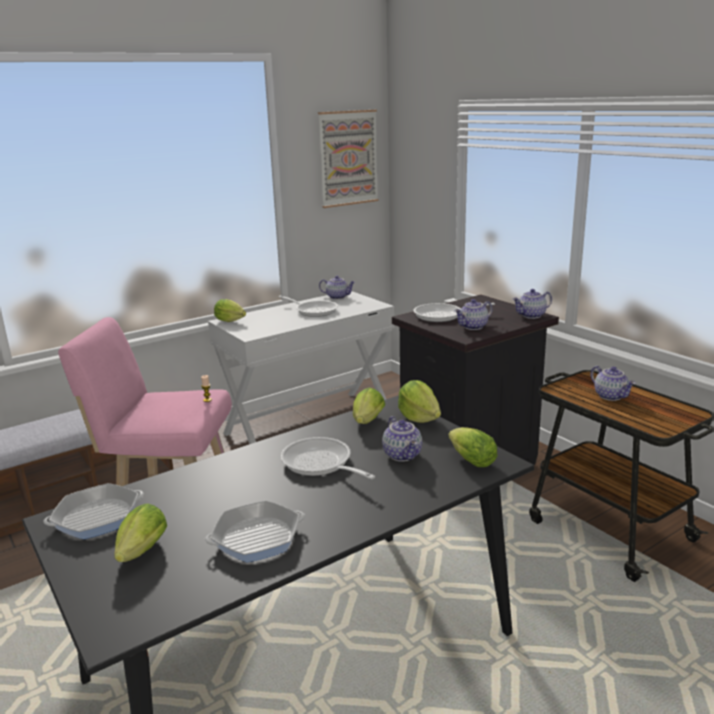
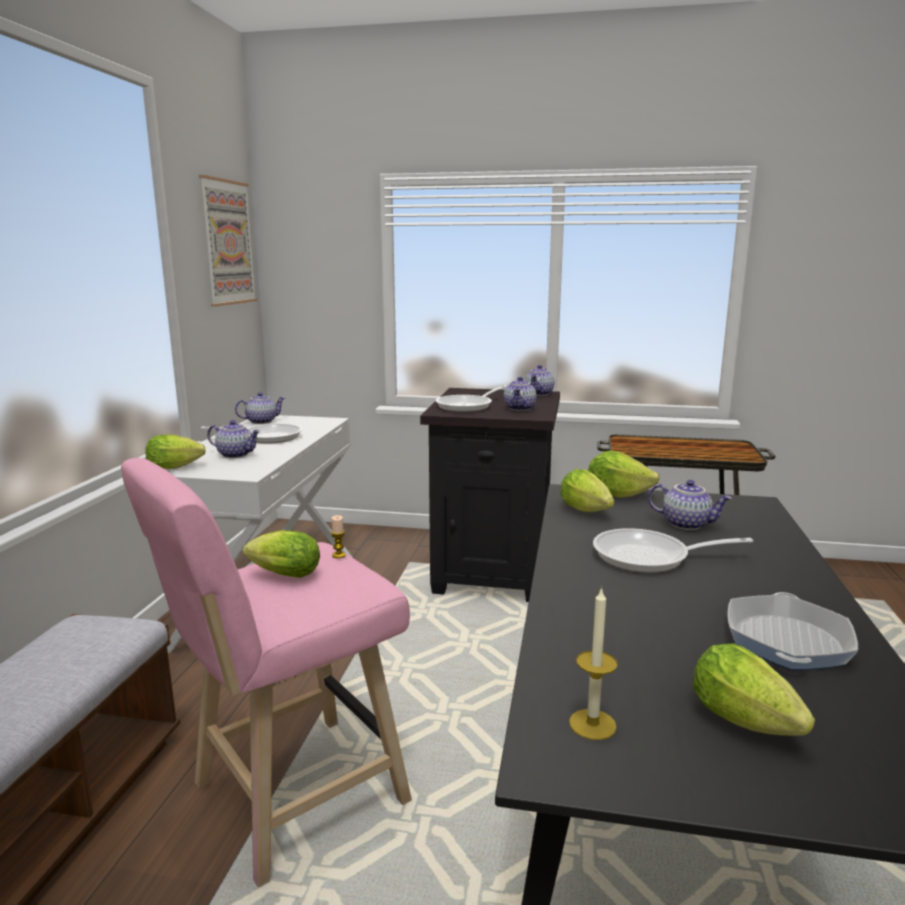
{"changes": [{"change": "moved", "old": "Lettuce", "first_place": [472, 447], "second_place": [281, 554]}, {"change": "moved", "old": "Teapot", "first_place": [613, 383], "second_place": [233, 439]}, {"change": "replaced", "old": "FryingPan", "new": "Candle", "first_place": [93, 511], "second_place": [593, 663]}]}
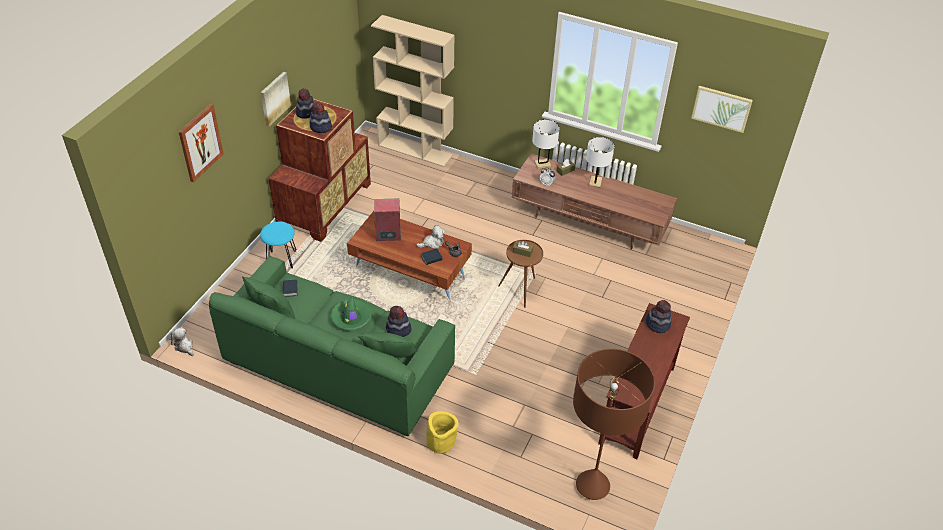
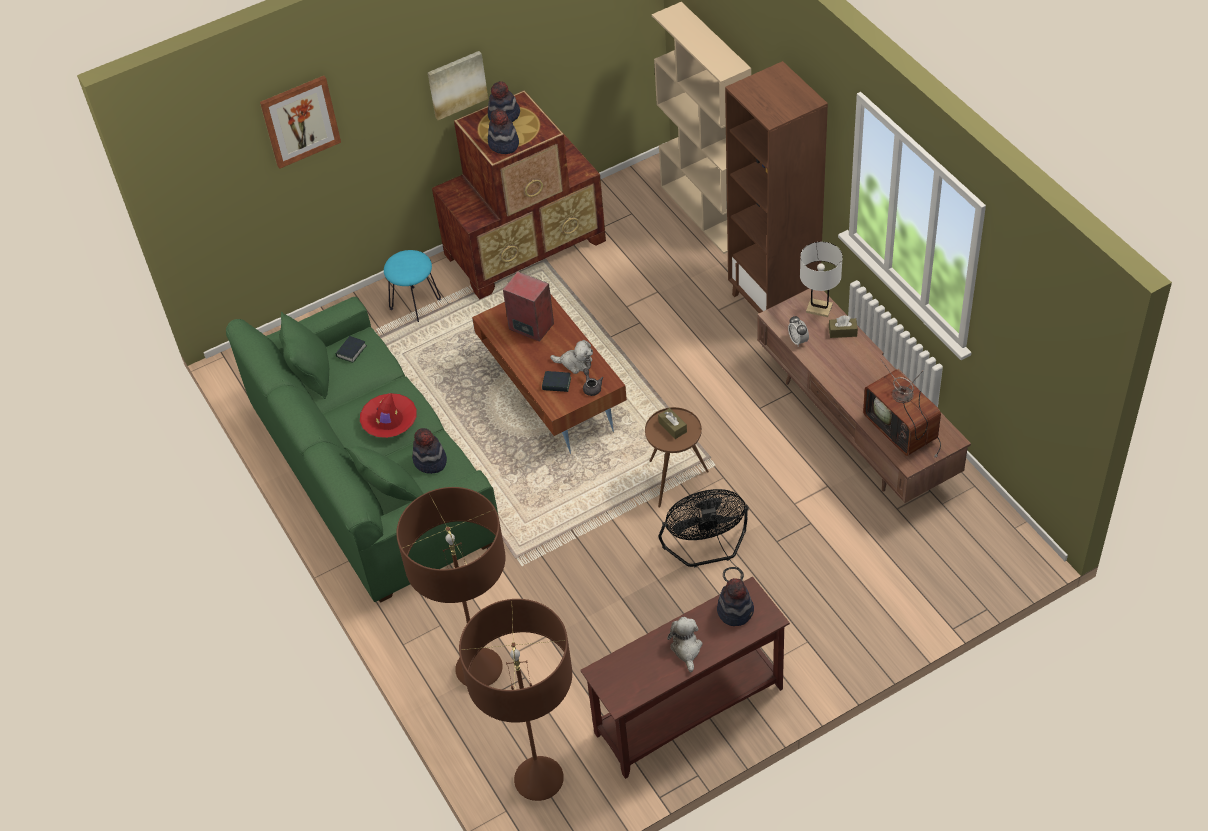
{"changes": [{"change": "removed", "old": "YellowPlanter", "first_place": [442, 432]}, {"change": "removed", "old": "WhiteTableLamp", "first_place": [600, 162]}, {"change": "removed", "old": "Picture", "first_place": [722, 109]}, {"change": "added", "new": "BrownFloorLamp", "second_place": [451, 586]}, {"change": "added", "new": "BlackFan", "second_place": [704, 535]}, {"change": "added", "new": "BrownBookcase", "second_place": [776, 187]}, {"change": "added", "new": "Television", "second_place": [902, 408]}, {"change": "moved", "old": "PlushToy", "first_place": [182, 341], "second_place": [684, 644]}, {"change": "recoloured", "old": "GreenHat", "new": "RedHat", "first_place": [351, 313], "second_place": [388, 415]}]}
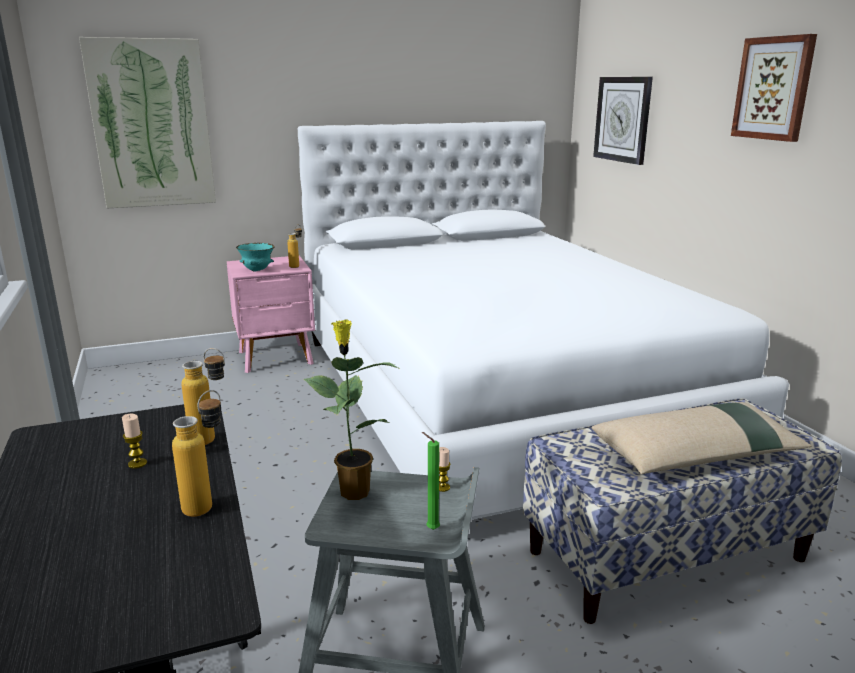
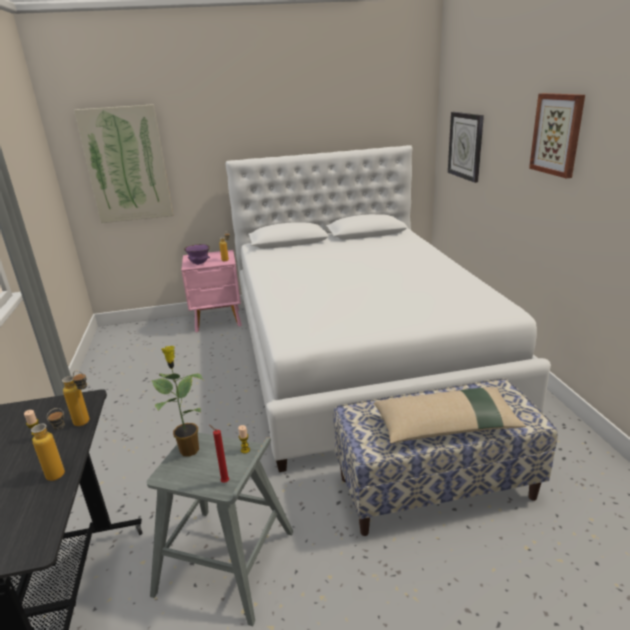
{"changes": [{"change": "recoloured", "old": "TurquoiseBowl", "new": "PurpleBowl", "first_place": [255, 257], "second_place": [197, 254]}, {"change": "recoloured", "old": "GreenCandle", "new": "RedCandle", "first_place": [431, 481], "second_place": [219, 454]}]}
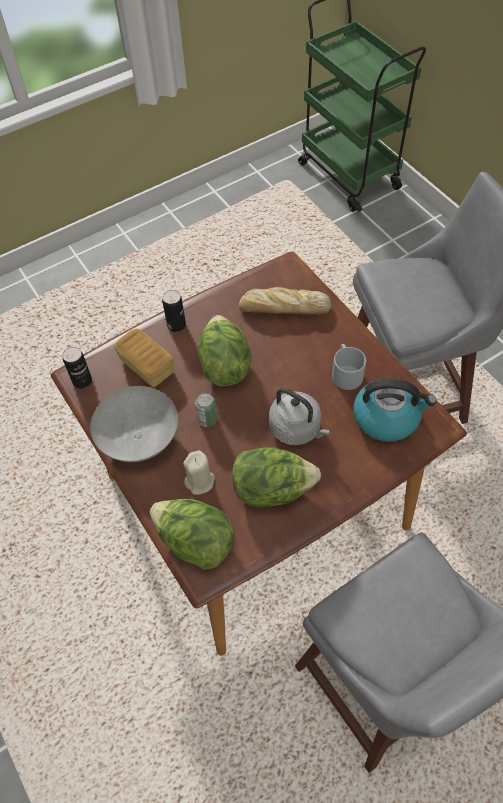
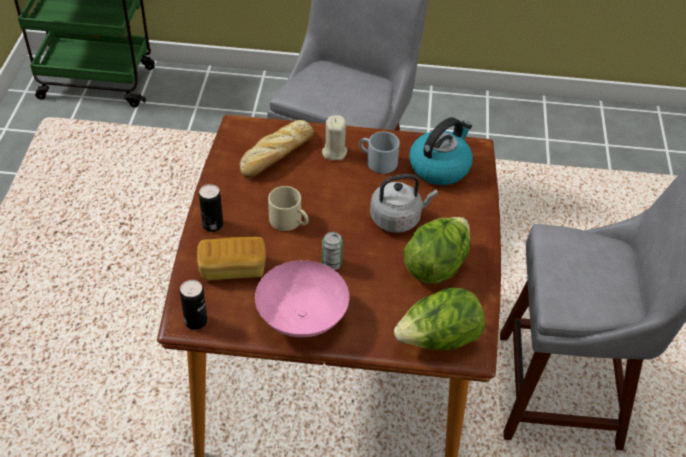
{"changes": [{"change": "moved", "old": "BeigeCandle", "first_place": [199, 472], "second_place": [334, 137]}, {"change": "replaced", "old": "Lettuce", "new": "BeigeMug", "first_place": [224, 350], "second_place": [288, 208]}, {"change": "recoloured", "old": "GreyBowl", "new": "PinkBowl", "first_place": [134, 424], "second_place": [302, 298]}]}
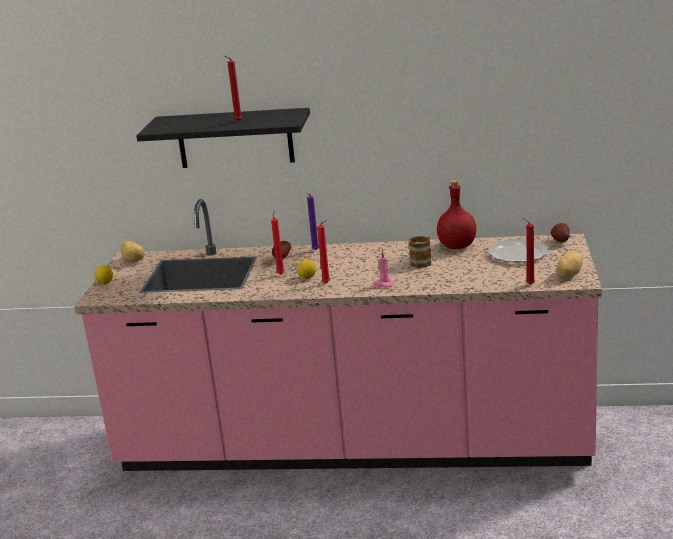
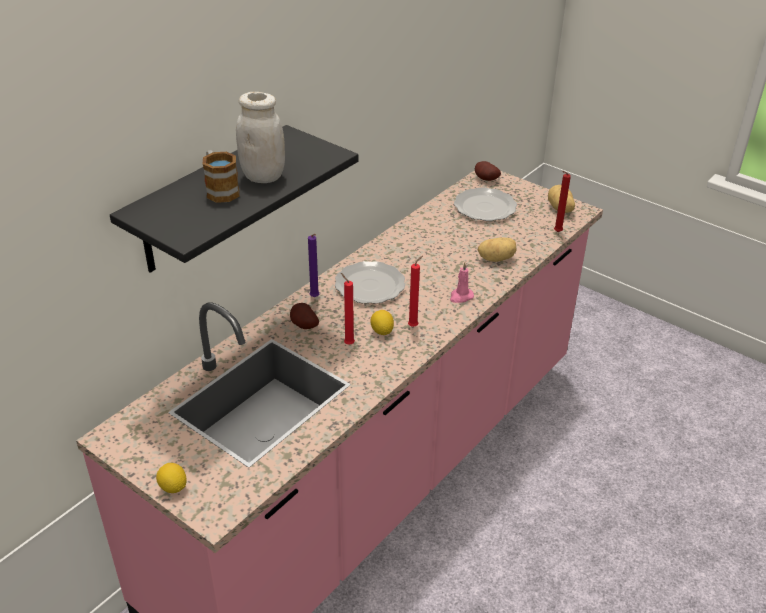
{"changes": [{"change": "removed", "old": "RedBottle", "first_place": [457, 214]}, {"change": "added", "new": "Plate", "second_place": [370, 282]}, {"change": "moved", "old": "Potato", "first_place": [133, 251], "second_place": [497, 250]}, {"change": "moved", "old": "Mug", "first_place": [420, 251], "second_place": [221, 176]}, {"change": "replaced", "old": "RedCandle", "new": "WhiteJar", "first_place": [233, 88], "second_place": [260, 137]}]}
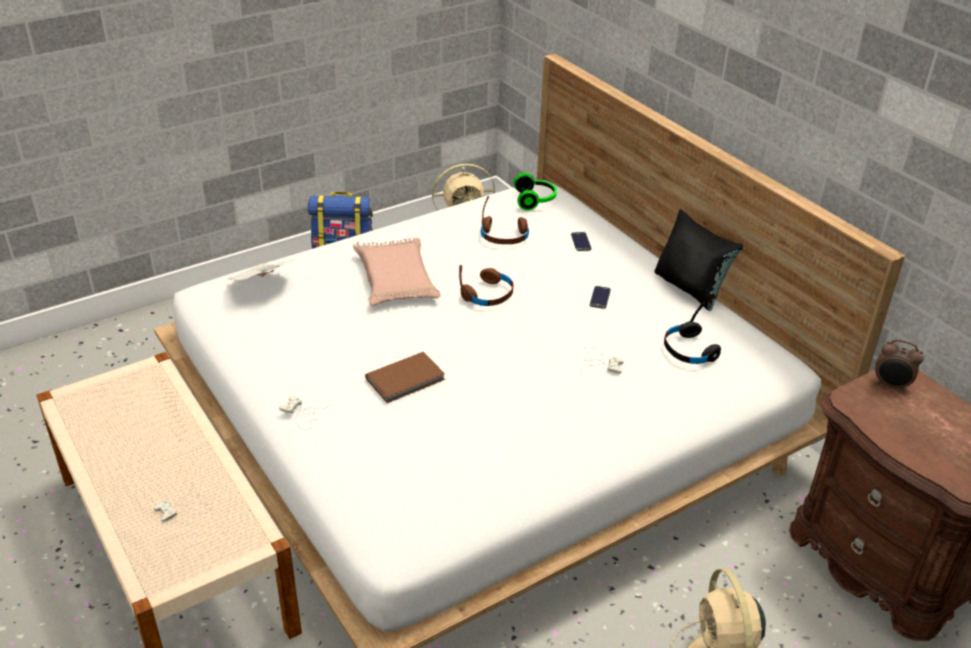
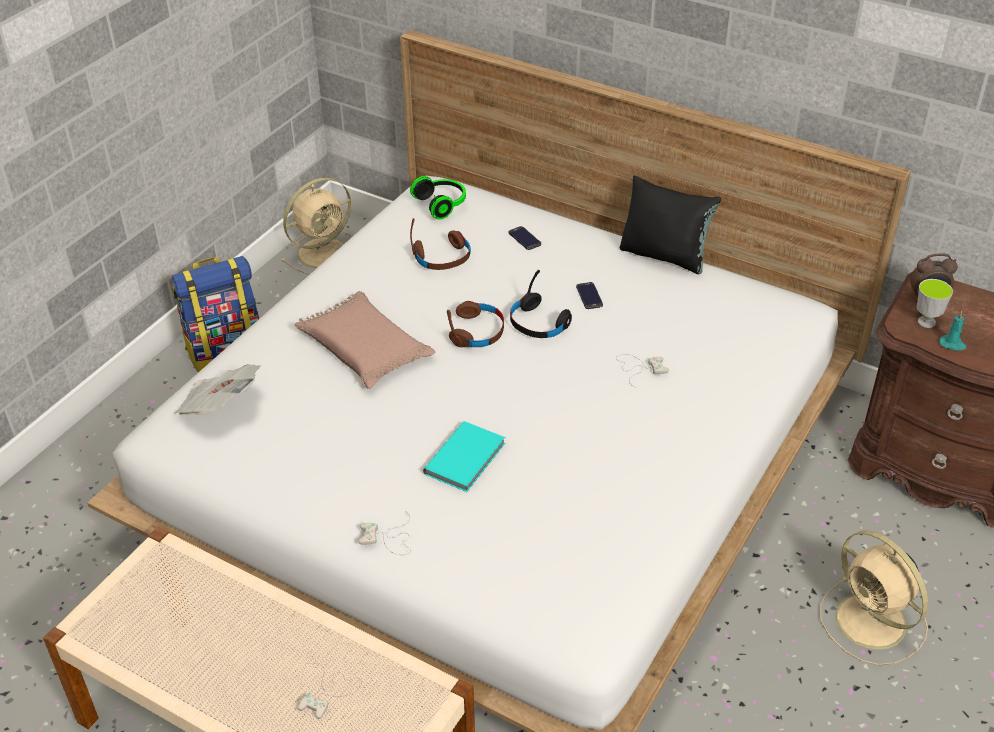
{"changes": [{"change": "added", "new": "Cup", "second_place": [935, 303]}, {"change": "added", "new": "TurquoiseCandle", "second_place": [953, 331]}, {"change": "moved", "old": "BlackHeadphones", "first_place": [692, 333], "second_place": [541, 304]}, {"change": "recoloured", "old": "BrownBook", "new": "TurquoiseBook", "first_place": [405, 377], "second_place": [464, 456]}]}
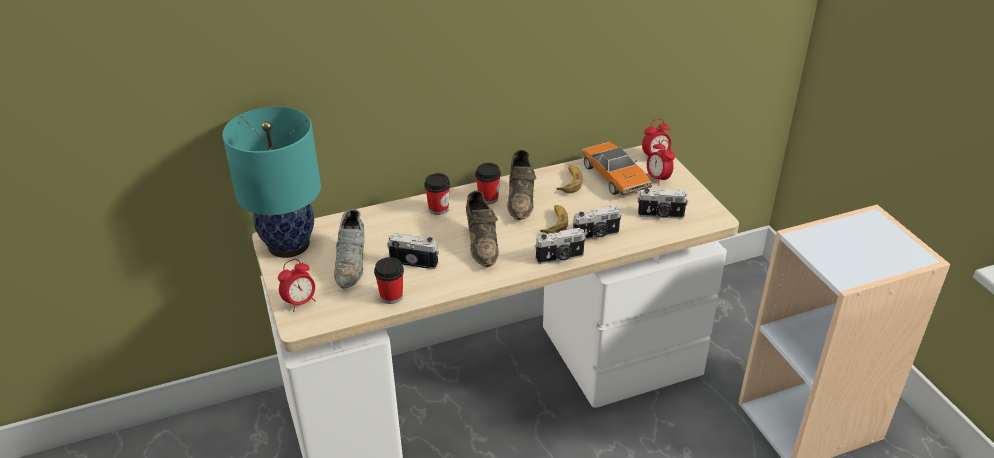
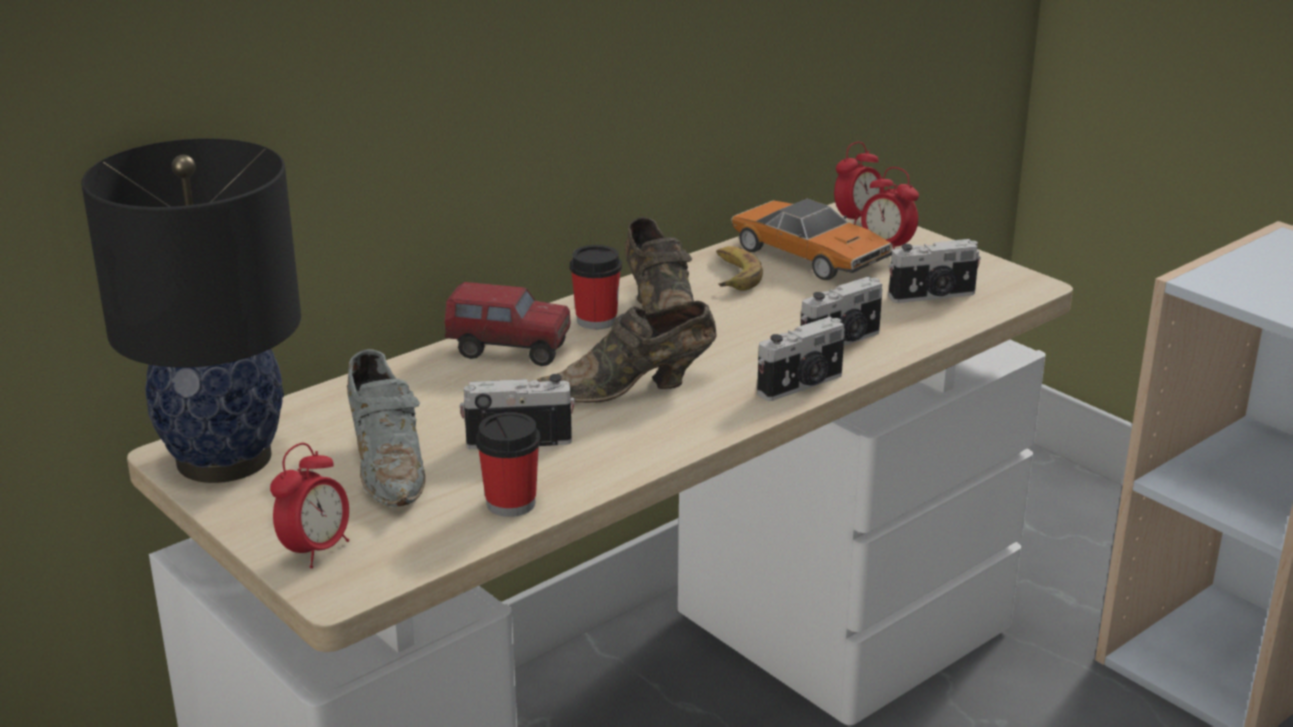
{"changes": [{"change": "removed", "old": "Banana", "first_place": [554, 219]}, {"change": "replaced", "old": "Cup", "new": "ToyTruck", "first_place": [437, 194], "second_place": [507, 324]}, {"change": "recoloured", "old": "TurquoiseTableLamp", "new": "BlackTableLamp", "first_place": [271, 182], "second_place": [191, 310]}, {"change": "turned", "old": "BrownShoe", "first_place": [482, 229], "second_place": [627, 352], "degrees": 105}]}
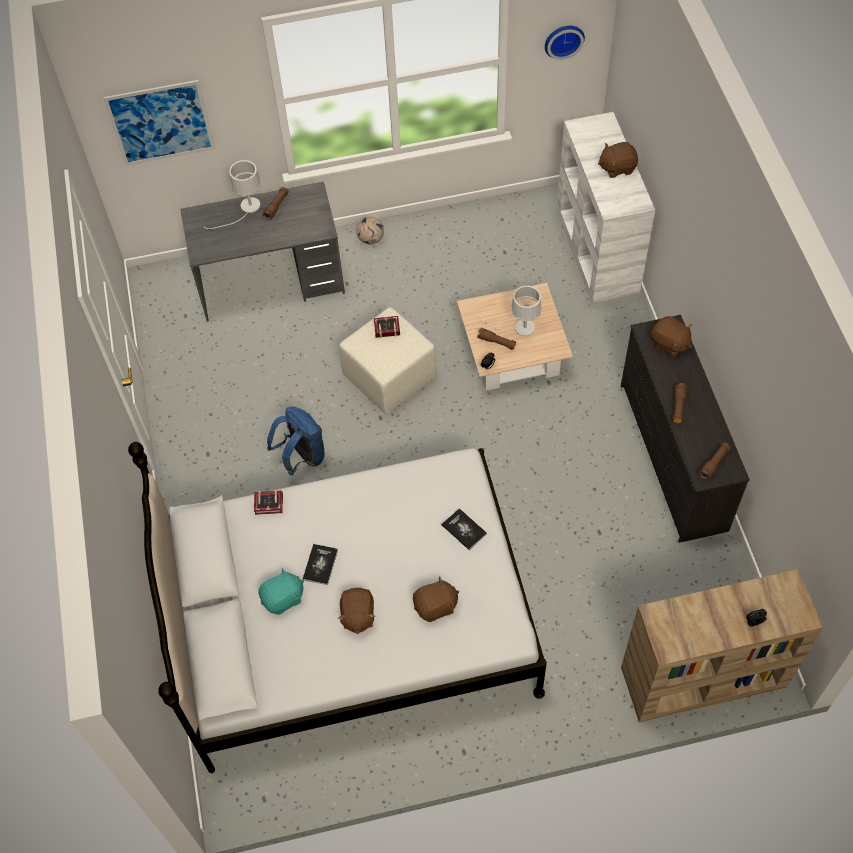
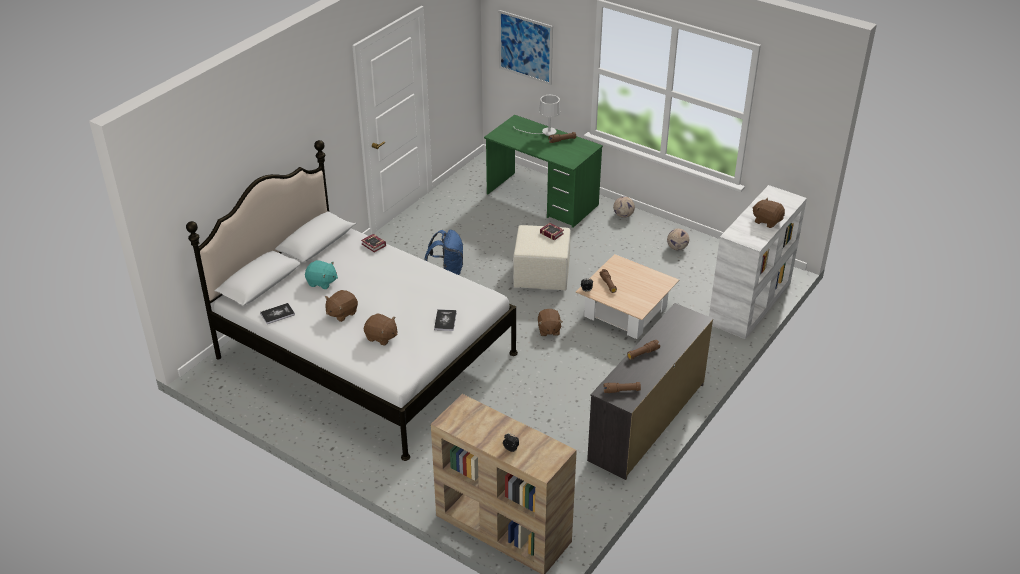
{"changes": [{"change": "removed", "old": "WhiteTableLamp", "first_place": [508, 310]}, {"change": "removed", "old": "WallClock", "first_place": [565, 43]}, {"change": "added", "new": "Football", "second_place": [678, 239]}, {"change": "moved", "old": "Book", "first_place": [320, 564], "second_place": [277, 313]}, {"change": "moved", "old": "BrownPlushToy", "first_place": [671, 336], "second_place": [550, 322]}, {"change": "recoloured", "old": "GreyDesk", "new": "GreenDesk", "first_place": [262, 251], "second_place": [543, 171]}]}
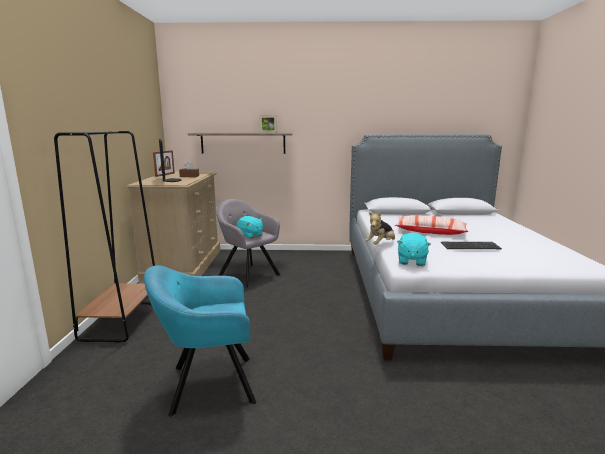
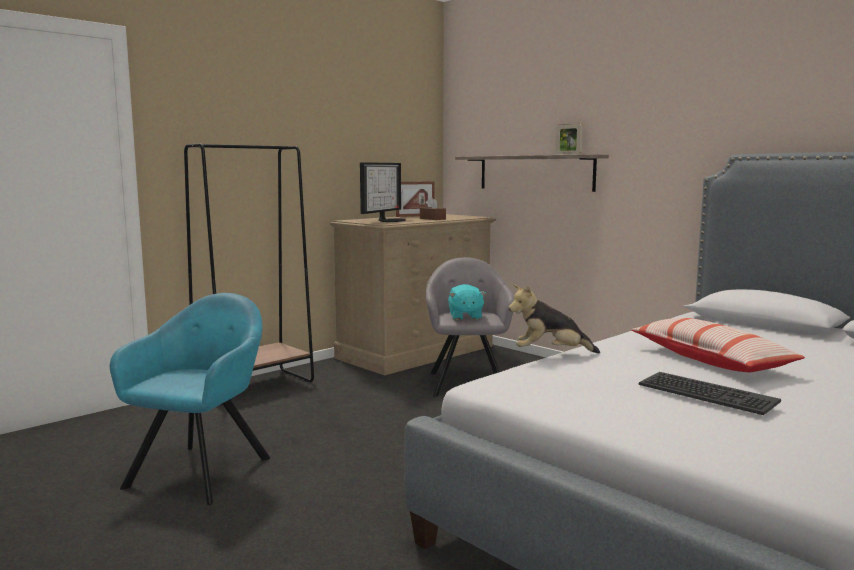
{"changes": [{"change": "removed", "old": "TurquoisePlushToy", "first_place": [414, 249]}, {"change": "turned", "old": "TurquoiseArmchair", "first_place": [200, 341], "second_place": [190, 399], "degrees": 75}]}
